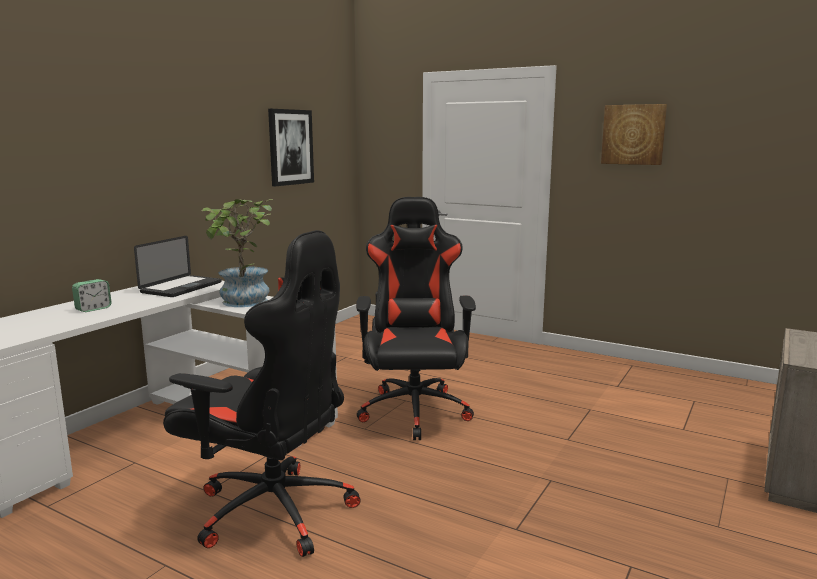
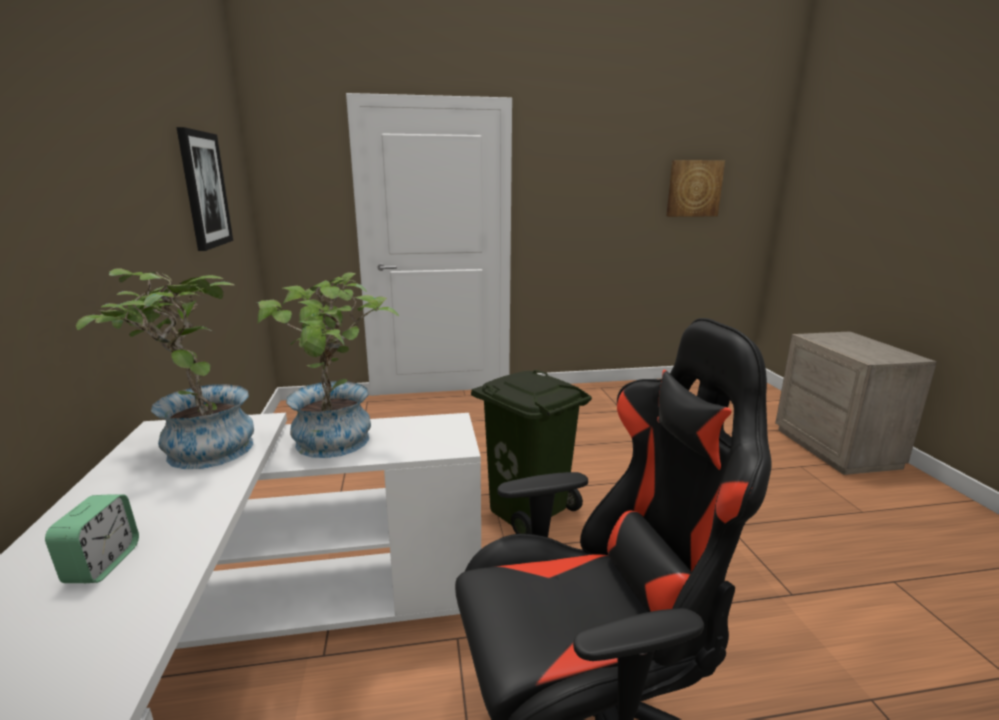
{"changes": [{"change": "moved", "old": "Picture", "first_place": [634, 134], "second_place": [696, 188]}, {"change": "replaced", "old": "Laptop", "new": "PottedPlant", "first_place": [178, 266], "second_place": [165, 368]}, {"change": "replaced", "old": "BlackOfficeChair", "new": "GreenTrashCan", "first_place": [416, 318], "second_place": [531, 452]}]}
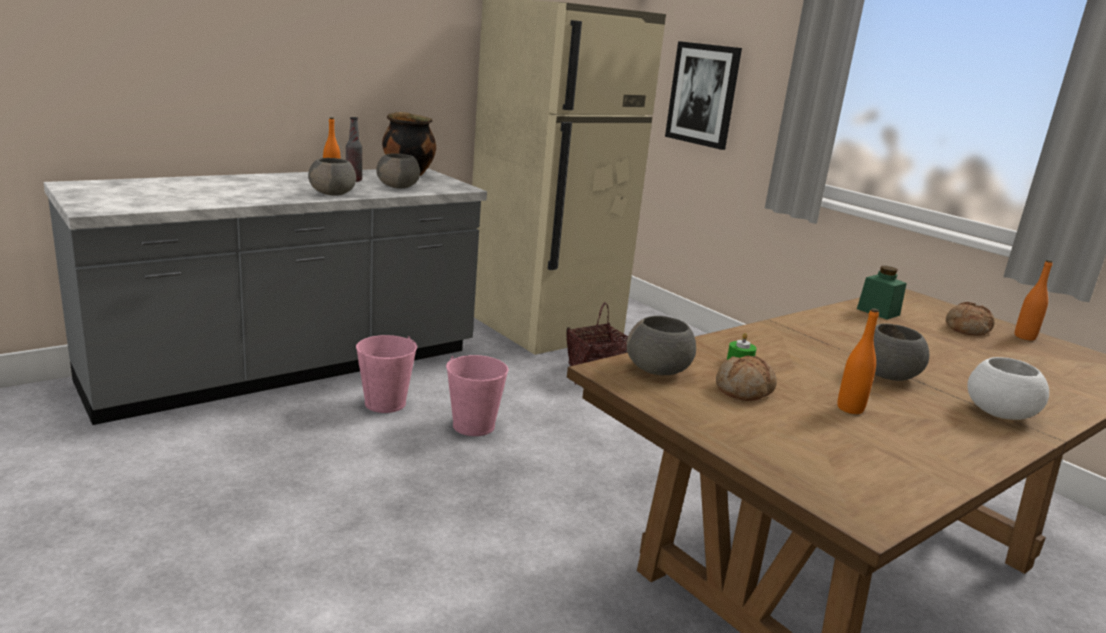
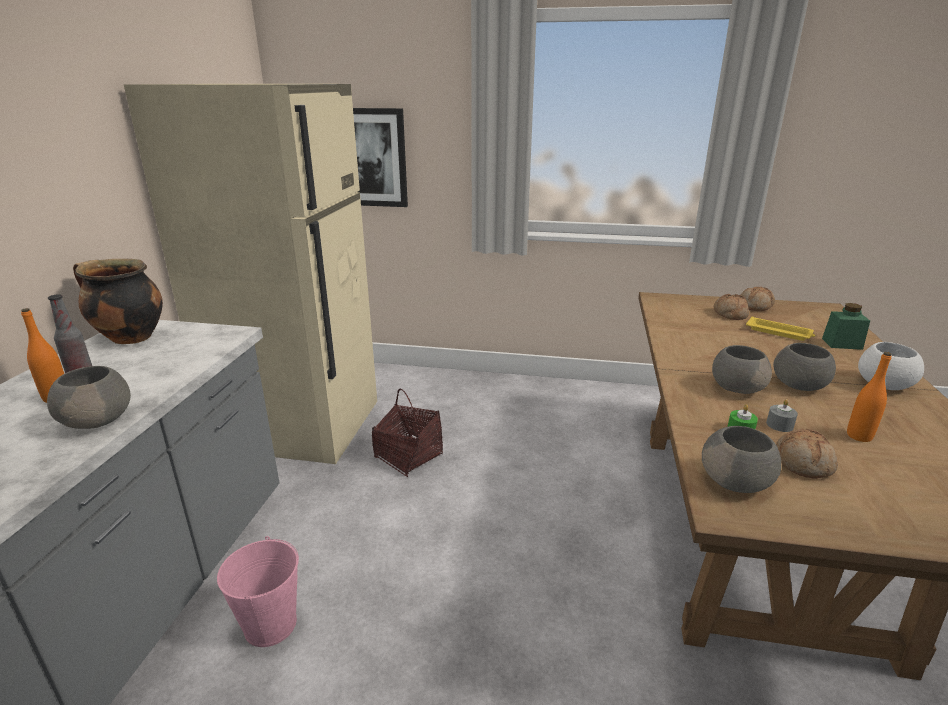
{"changes": [{"change": "removed", "old": "PinkBucket", "first_place": [477, 395]}, {"change": "added", "new": "YellowTray", "second_place": [780, 328]}, {"change": "added", "new": "GreyCandle", "second_place": [782, 415]}, {"change": "moved", "old": "GreyBowl", "first_place": [398, 171], "second_place": [742, 369]}, {"change": "moved", "old": "GreenJar", "first_place": [882, 293], "second_place": [846, 326]}, {"change": "replaced", "old": "OrangeBottle", "new": "Bread", "first_place": [1034, 300], "second_place": [758, 299]}]}
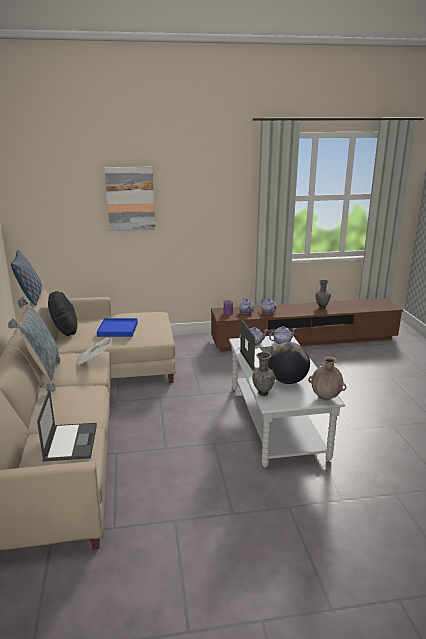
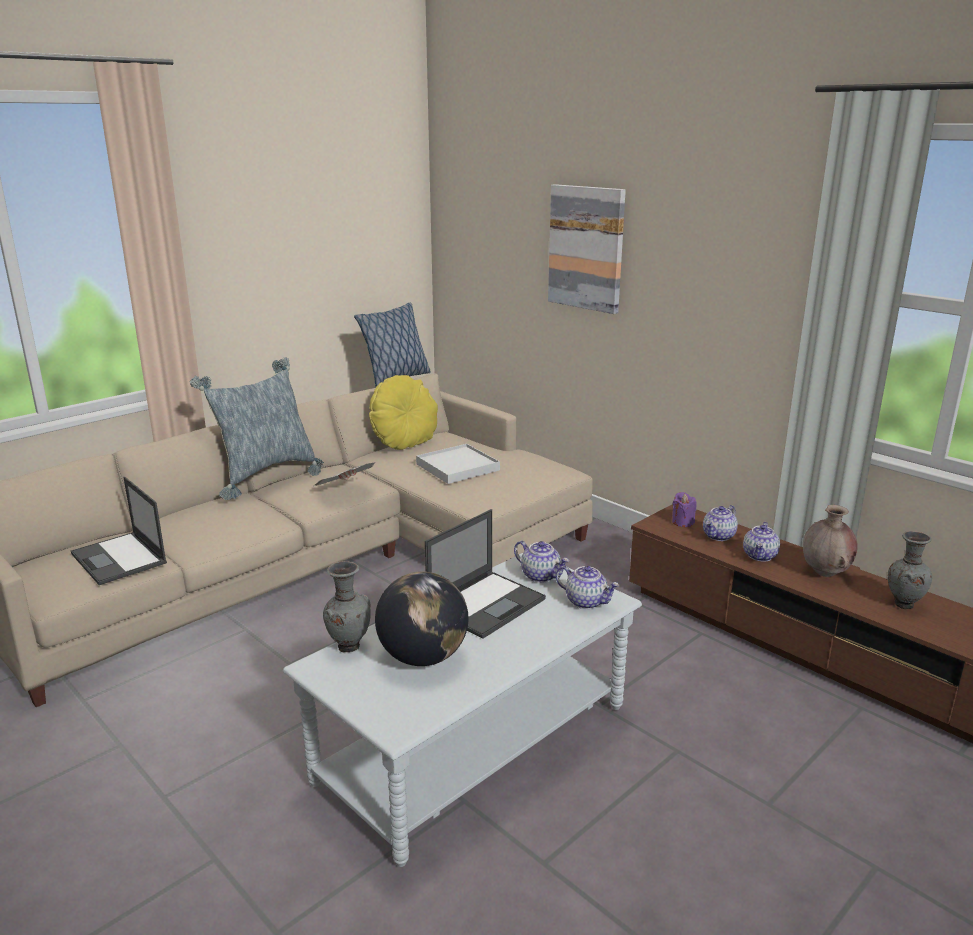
{"changes": [{"change": "moved", "old": "BrownVase", "first_place": [327, 378], "second_place": [830, 541]}, {"change": "recoloured", "old": "BlackPillow", "new": "YellowPillow", "first_place": [62, 313], "second_place": [403, 412]}, {"change": "recoloured", "old": "BlueTray", "new": "WhiteTray", "first_place": [117, 327], "second_place": [458, 464]}, {"change": "turned", "old": "Laptop", "first_place": [67, 425], "second_place": [119, 531], "degrees": 90}]}
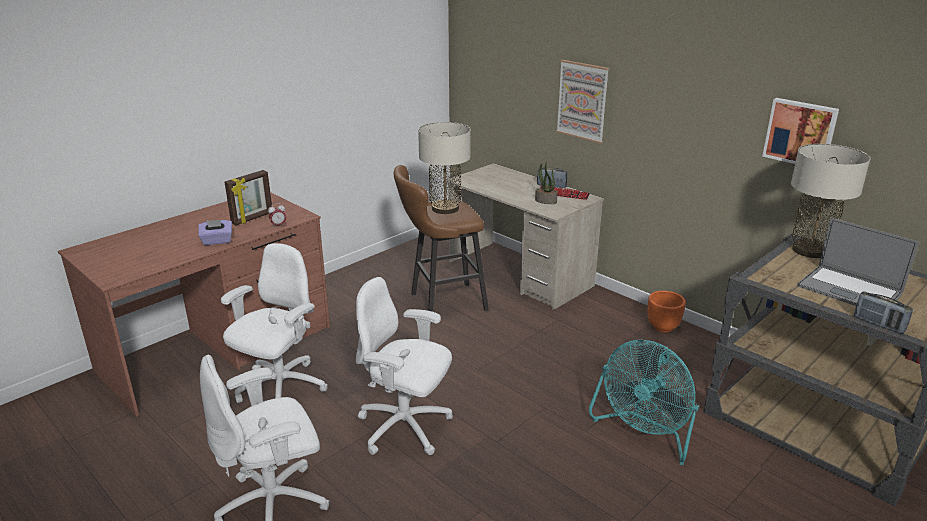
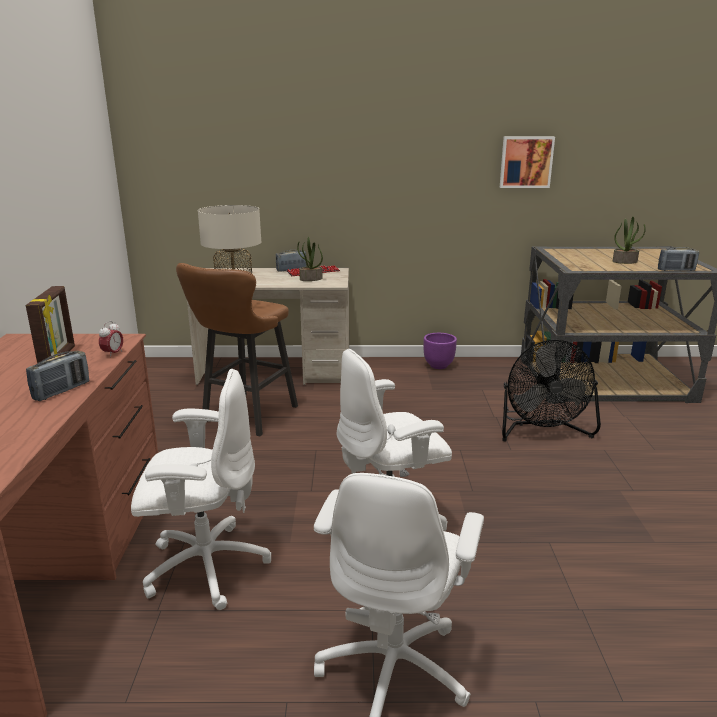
{"changes": [{"change": "removed", "old": "Picture", "first_place": [582, 101]}, {"change": "removed", "old": "TableLamp", "first_place": [831, 201]}, {"change": "replaced", "old": "PurpleTissueBox", "new": "Radio", "first_place": [215, 232], "second_place": [57, 376]}, {"change": "replaced", "old": "Laptop", "new": "PottedPlant", "first_place": [858, 262], "second_place": [629, 240]}, {"change": "recoloured", "old": "TurquoiseFan", "new": "BlackFan", "first_place": [644, 402], "second_place": [551, 391]}, {"change": "recoloured", "old": "OrangePlanter", "new": "PurplePlanter", "first_place": [666, 312], "second_place": [440, 351]}, {"change": "turned", "old": "WhiteOfficeChair", "first_place": [274, 323], "second_place": [201, 489], "degrees": 105}]}
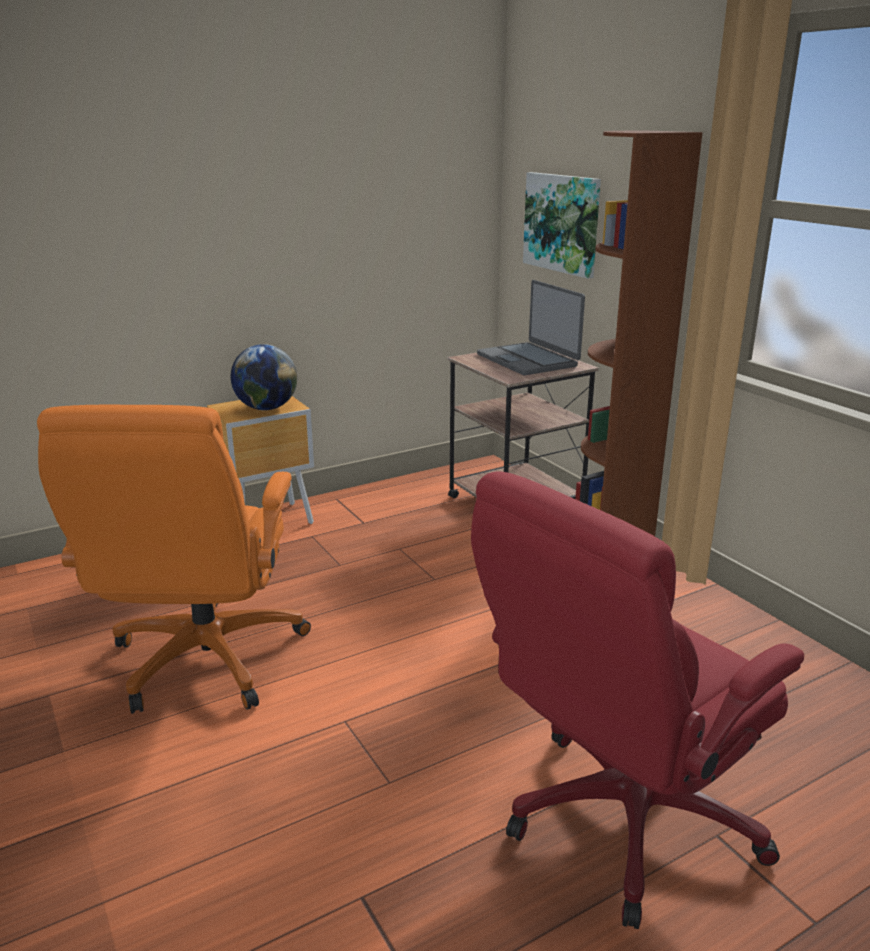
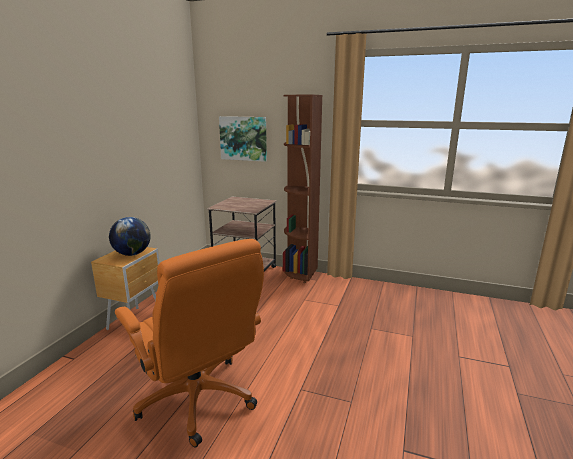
{"changes": [{"change": "removed", "old": "RedOfficeChair", "first_place": [637, 700]}, {"change": "removed", "old": "Laptop", "first_place": [531, 327]}]}
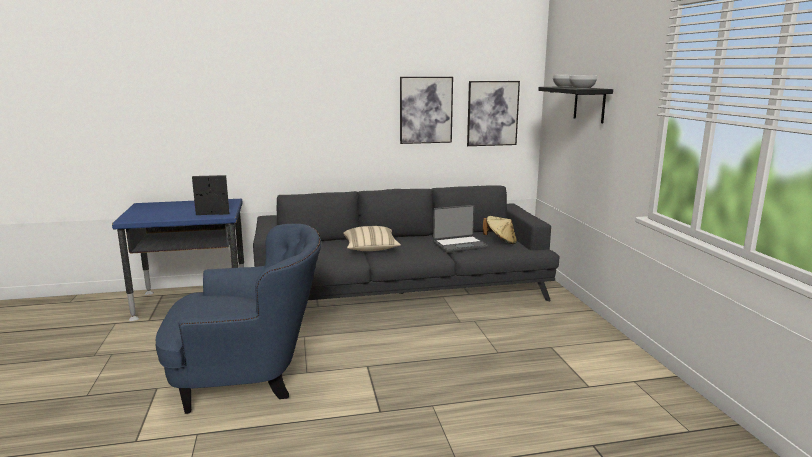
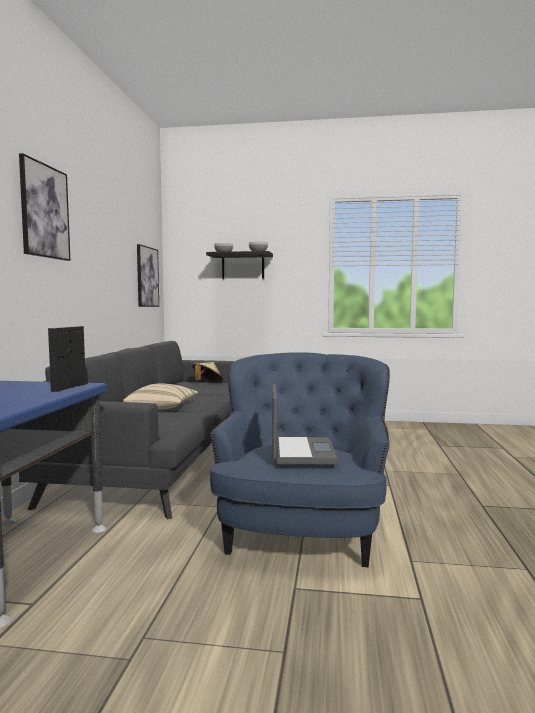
{"changes": [{"change": "moved", "old": "Picture", "first_place": [426, 110], "second_place": [44, 207]}, {"change": "moved", "old": "Laptop", "first_place": [460, 229], "second_place": [305, 424]}]}
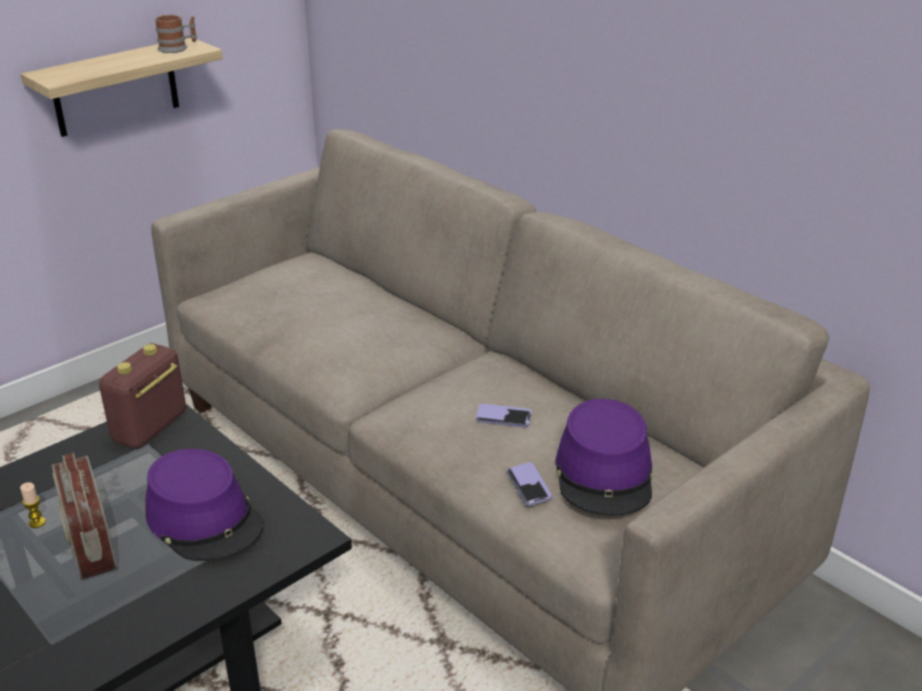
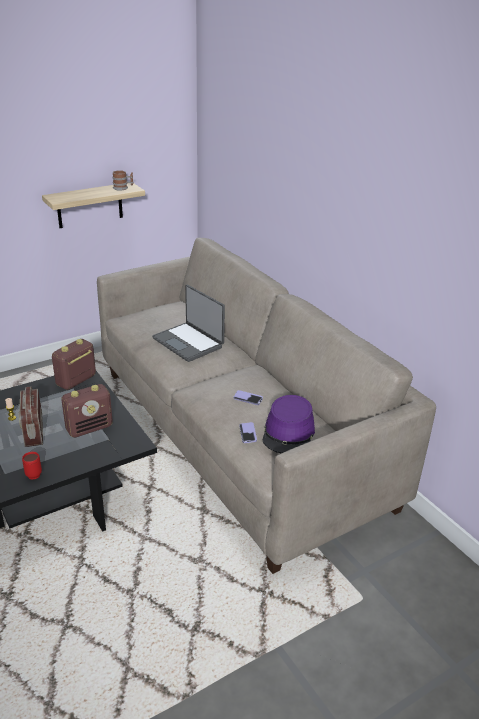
{"changes": [{"change": "added", "new": "RedMug", "second_place": [32, 466]}, {"change": "added", "new": "Laptop", "second_place": [188, 323]}, {"change": "replaced", "old": "PurpleHat", "new": "Radio", "first_place": [204, 505], "second_place": [87, 411]}]}
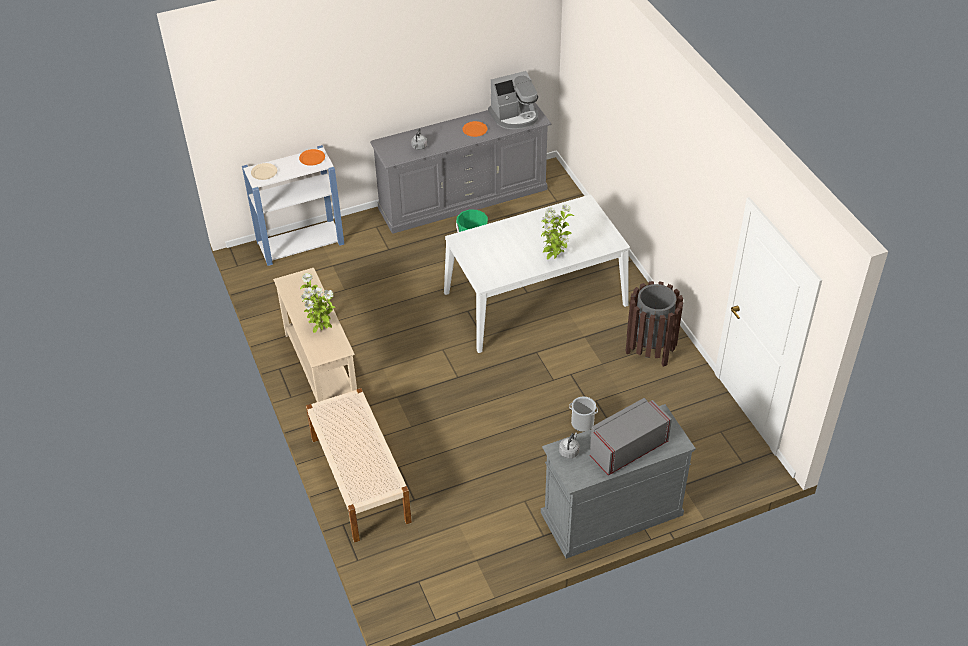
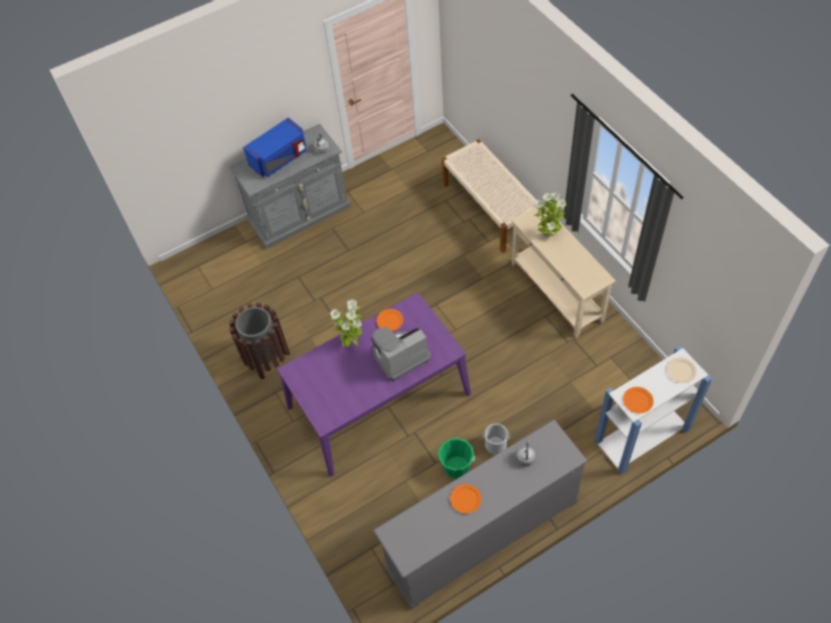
{"changes": [{"change": "added", "new": "OrangePlate", "second_place": [389, 320]}, {"change": "moved", "old": "CoffeeMachine", "first_place": [513, 100], "second_place": [401, 353]}, {"change": "moved", "old": "Bucket", "first_place": [583, 414], "second_place": [496, 439]}, {"change": "recoloured", "old": "WhiteDiningTable", "new": "PurpleDiningTable", "first_place": [537, 274], "second_place": [374, 384]}, {"change": "recoloured", "old": "GreyMicrowave", "new": "BlueMicrowave", "first_place": [631, 436], "second_place": [274, 147]}]}
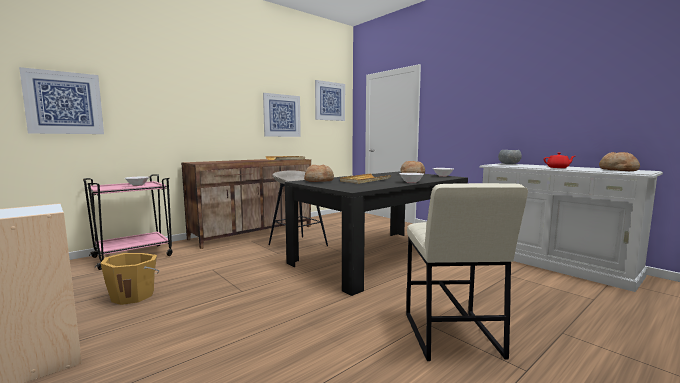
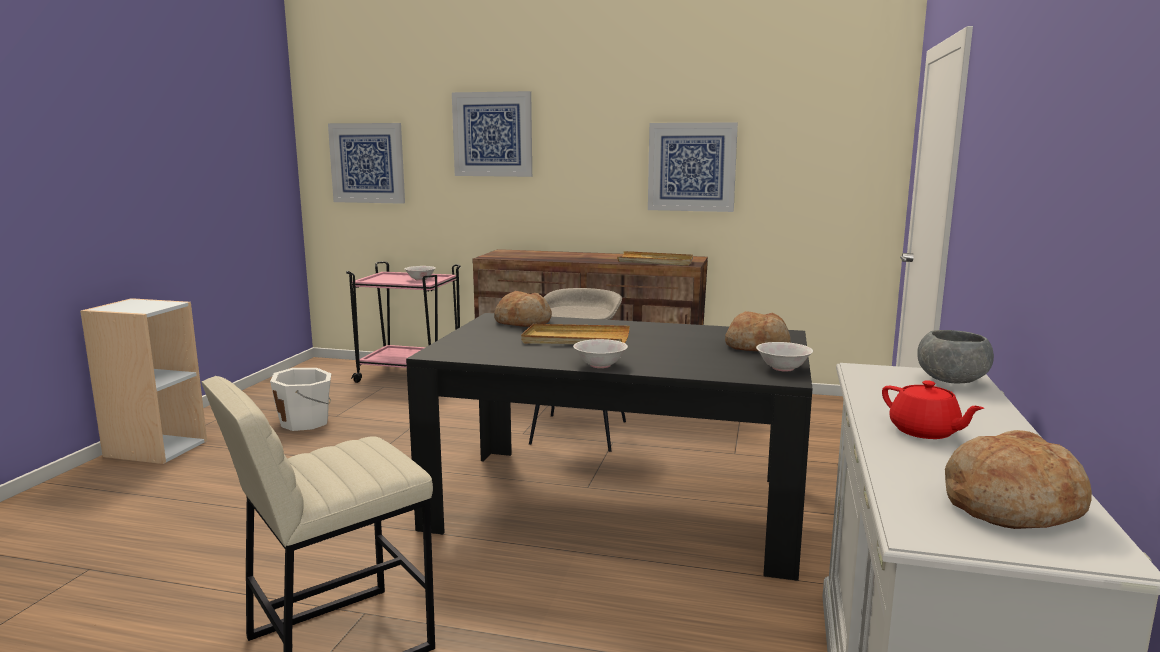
{"changes": [{"change": "moved", "old": "Picture", "first_place": [330, 100], "second_place": [492, 134]}, {"change": "recoloured", "old": "OrangeBucket", "new": "WhiteBucket", "first_place": [129, 279], "second_place": [300, 399]}]}
